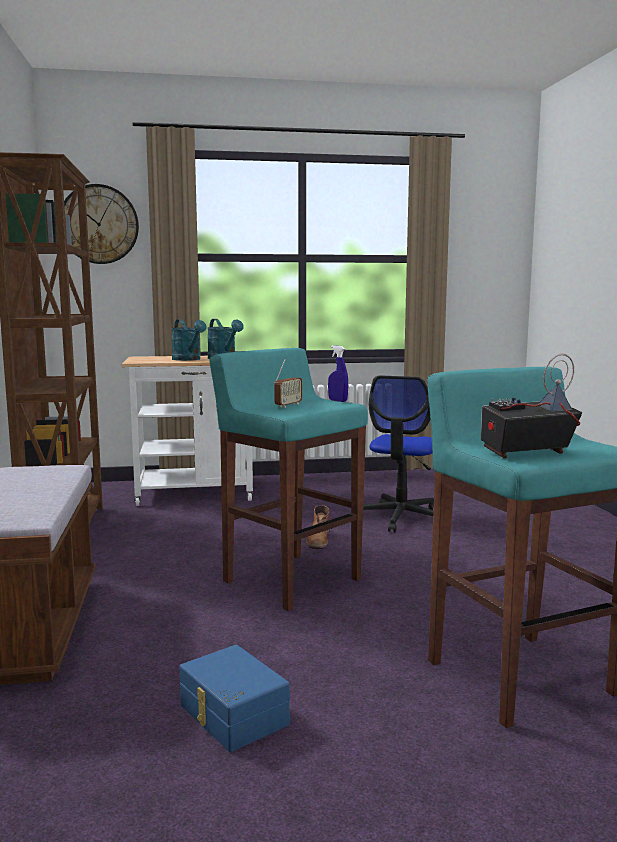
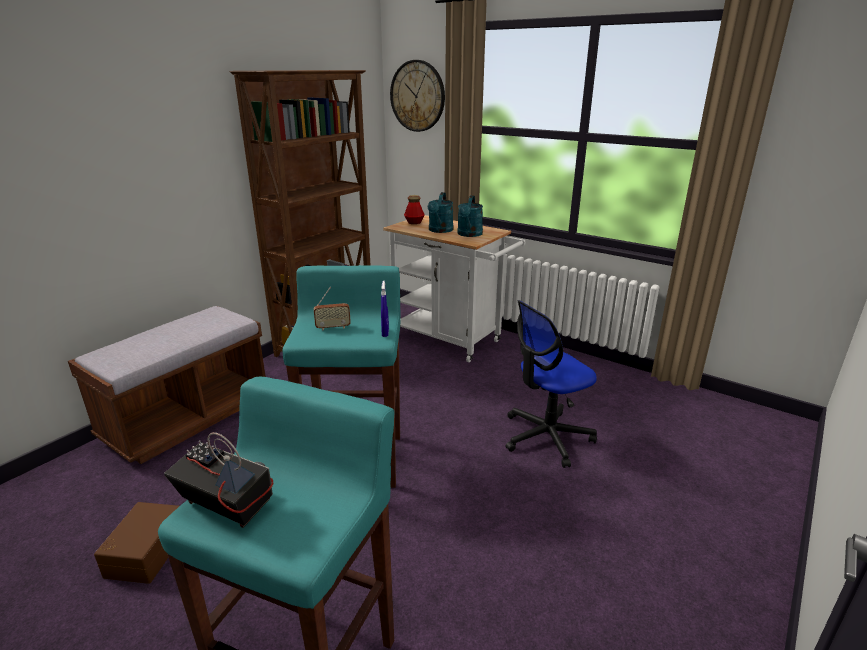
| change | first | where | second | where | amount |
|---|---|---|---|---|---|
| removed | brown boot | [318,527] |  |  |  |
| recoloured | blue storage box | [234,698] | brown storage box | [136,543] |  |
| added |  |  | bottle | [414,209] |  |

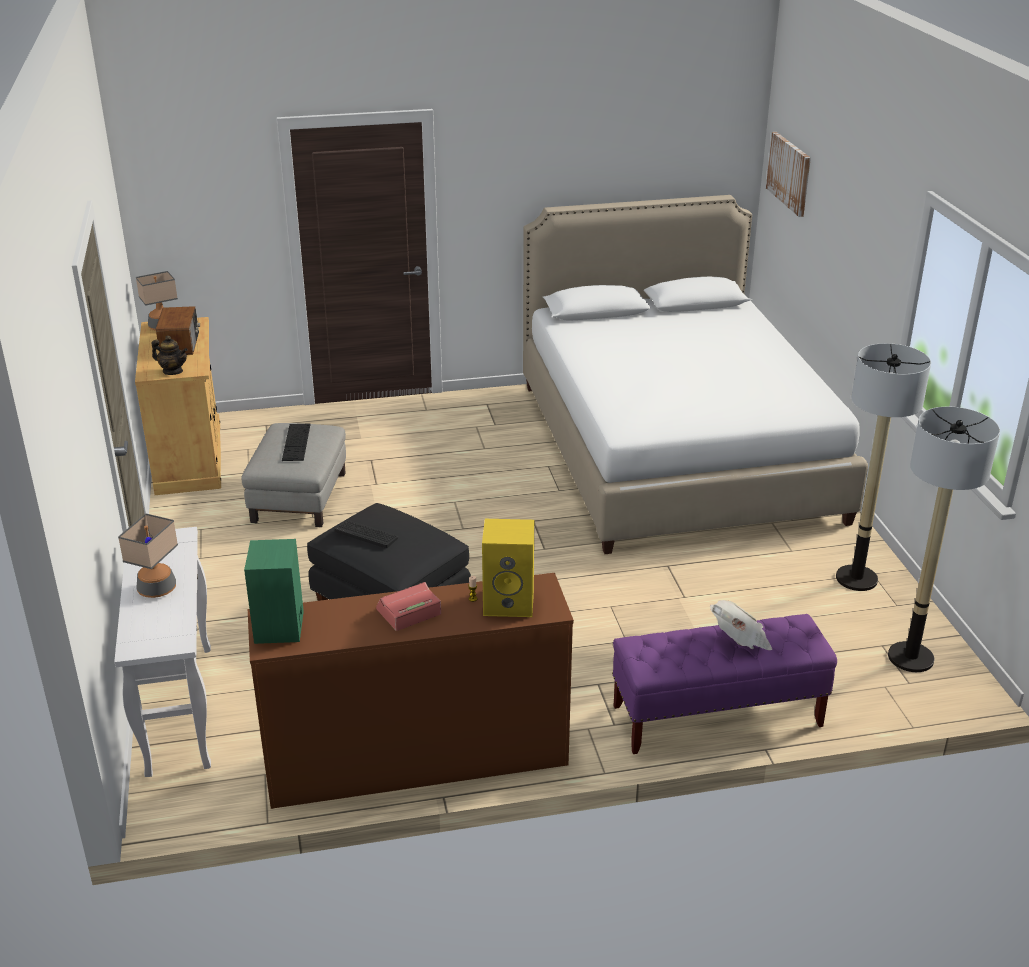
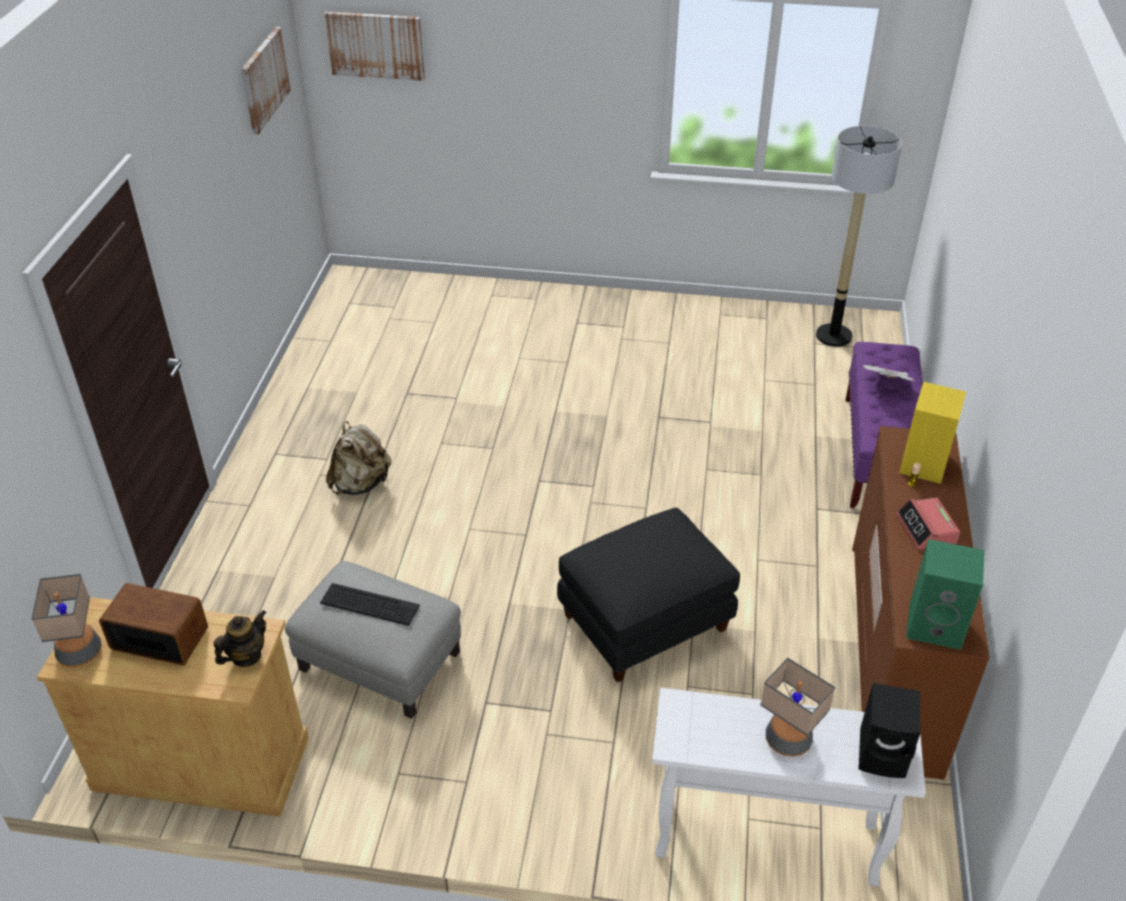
| change | first | where | second | where | amount |
|---|---|---|---|---|---|
| removed | white bed | [695,374] |  |  |  |
| removed | floor lamp | [883,467] |  |  |  |
| removed | keyboard | [366,534] |  |  |  |
| added |  |  | picture | [266,80] |  |
| added |  |  | beige backpack | [358,458] |  |
| added |  |  | black speaker | [889,730] |  |

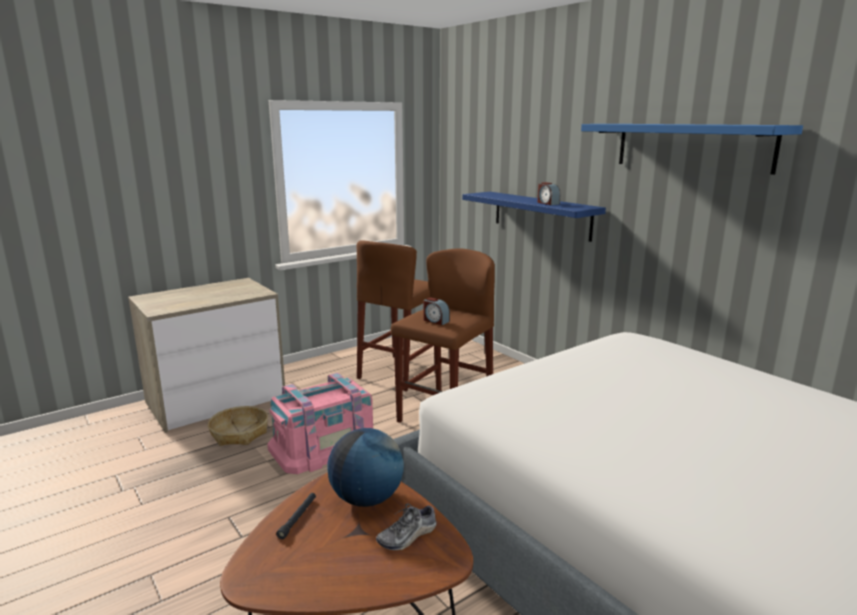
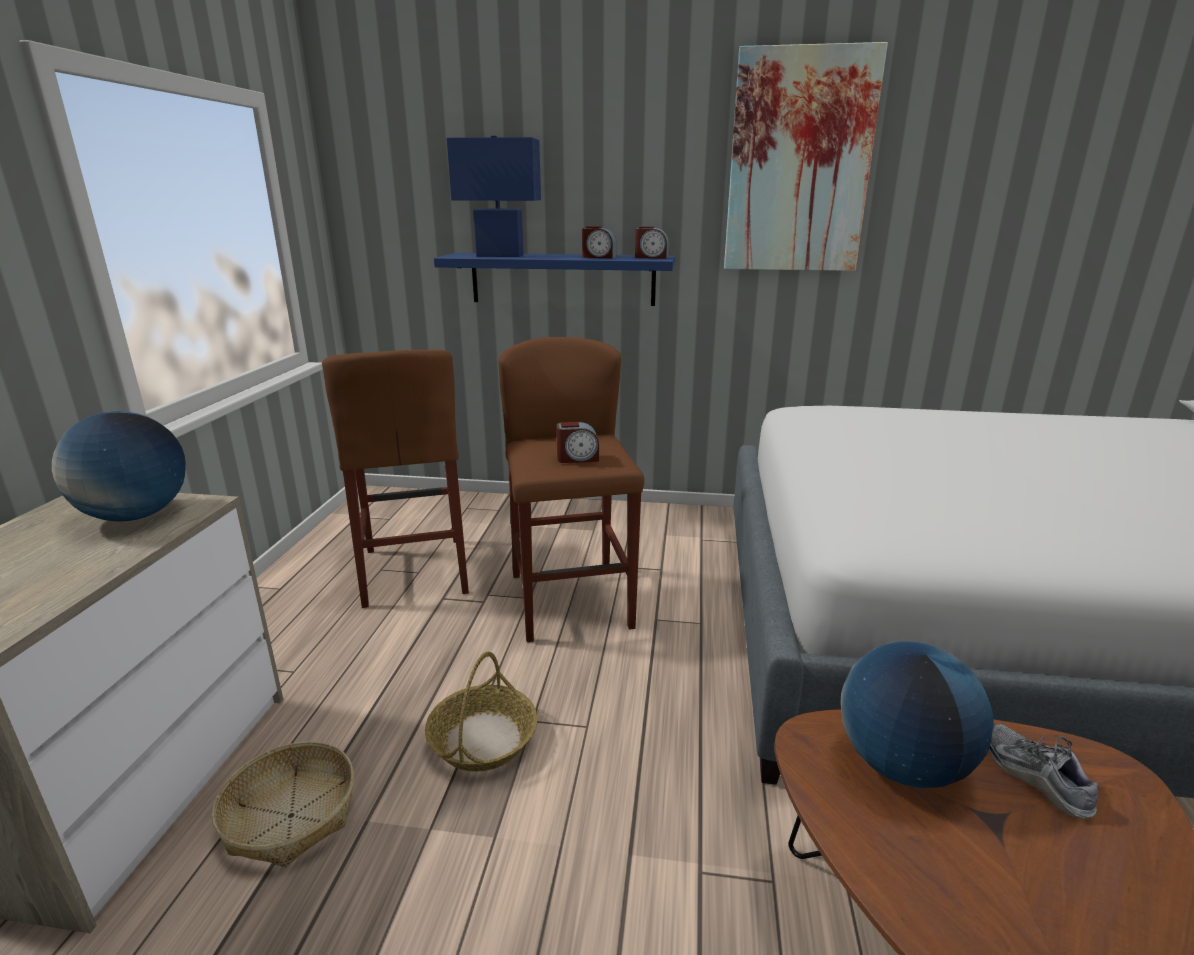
| change | first | where | second | where | amount |
|---|---|---|---|---|---|
| replaced | blue shelf | [692,149] | picture | [806,156] |  |
| replaced | pink storage box | [320,423] | basket | [481,711] |  |
| removed | black flashlight | [296,516] |  |  |  |
| turned | shoe | [406,526] |  | [1045,771] | 150 degrees clockwise |
| added |  |  | blue table lamp | [494,196] |  |
| added |  |  | alarm clock | [652,242] |  |
| added |  |  | globe | [119,466] |  |

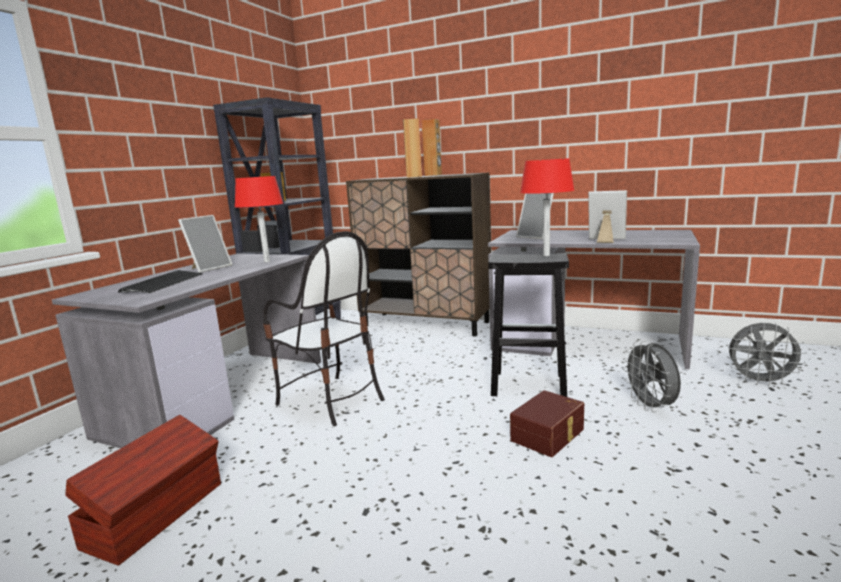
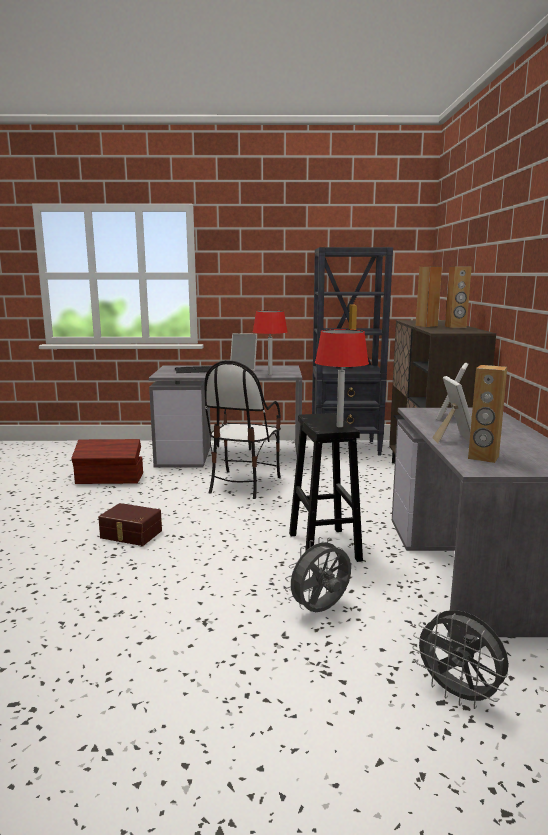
| change | first | where | second | where | amount |
|---|---|---|---|---|---|
| turned | grey fan | [767,354] |  | [460,659] | 45 degrees counterclockwise |
| moved | brown storage box | [547,423] |  | [130,524] |  |
| added |  |  | brown speaker | [487,414] |  |

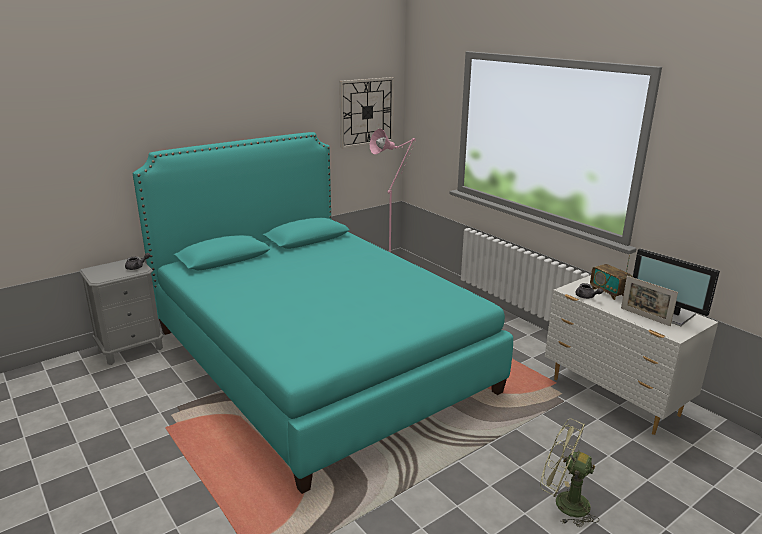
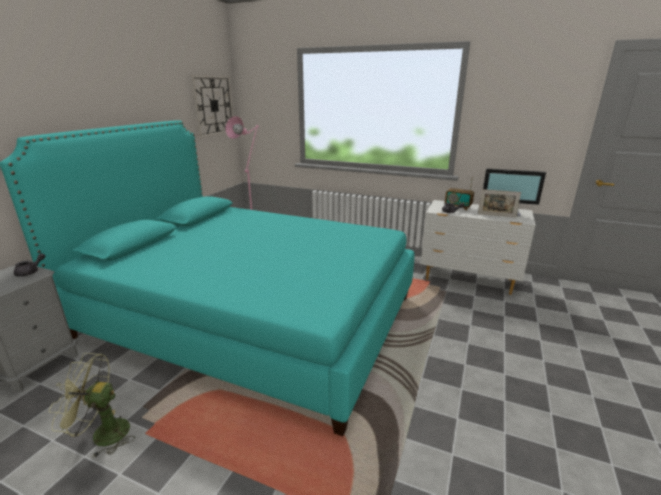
| change | first | where | second | where | amount |
|---|---|---|---|---|---|
| moved | green fan | [569,473] |  | [92,406] |  |

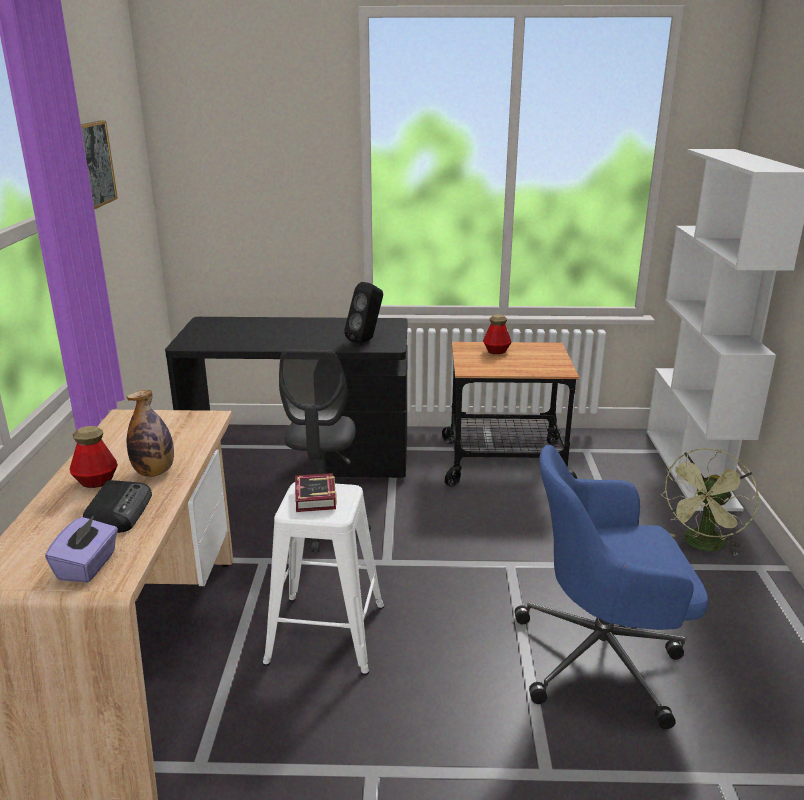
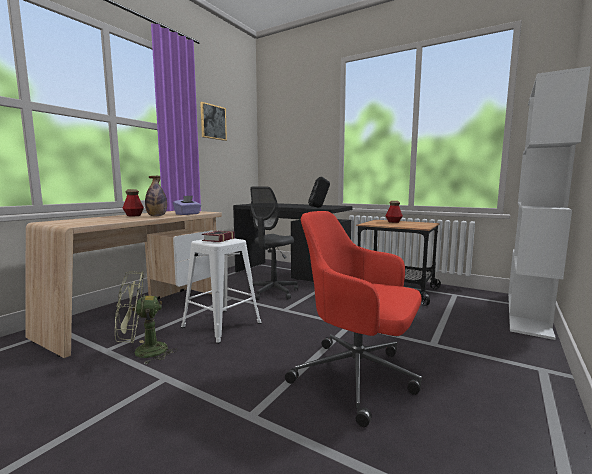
| change | first | where | second | where | amount |
|---|---|---|---|---|---|
| recoloured | blue office chair | [611,587] | red office chair | [353,319] |  |
| moved | green fan | [709,502] |  | [146,318] |  |
| removed | radio | [117,506] |  |  |  |
| moved | purple tissue box | [81,549] |  | [187,205] |  |

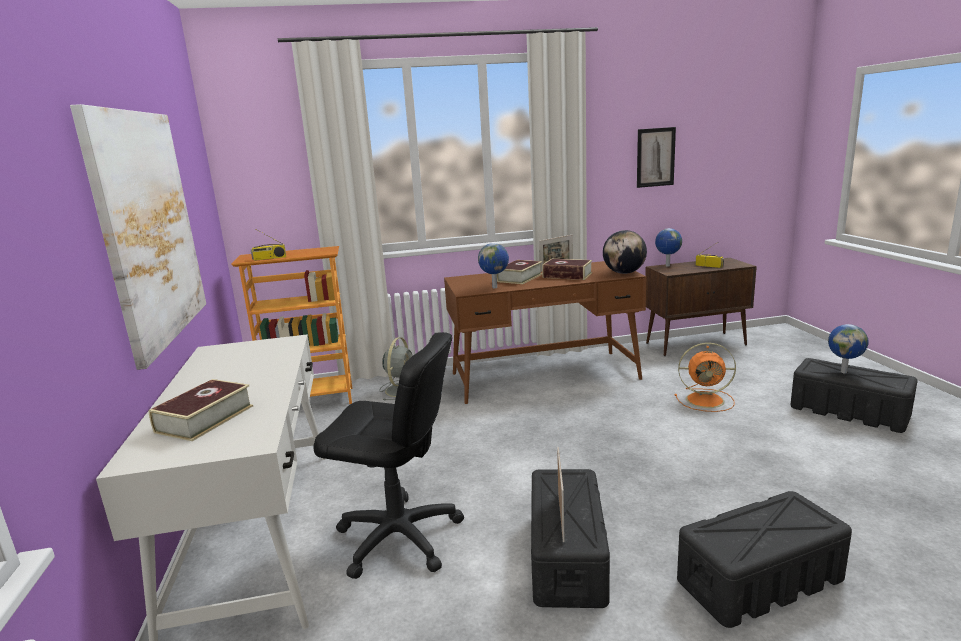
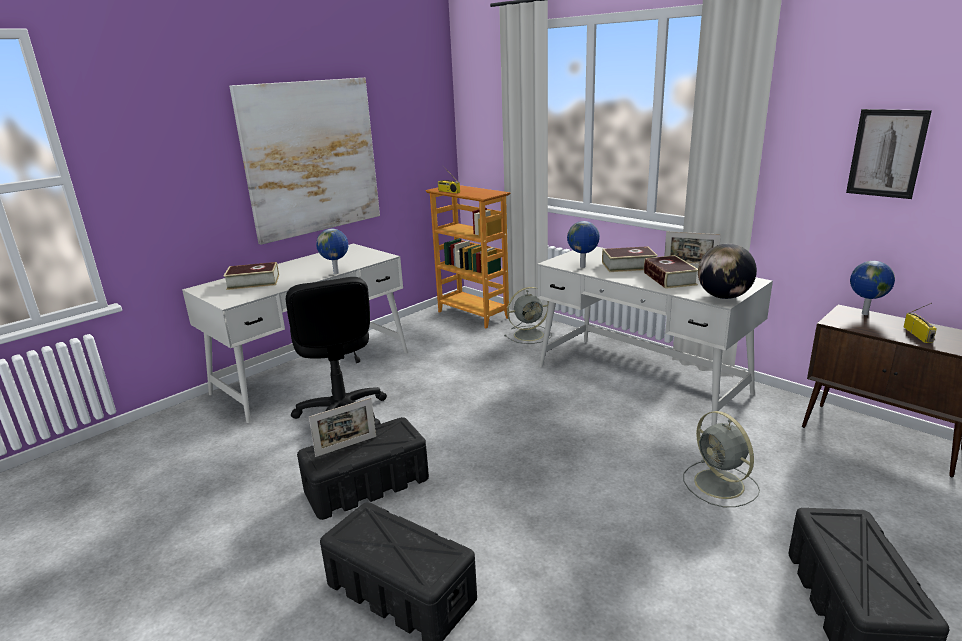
| change | first | where | second | where | amount |
|---|---|---|---|---|---|
| recoloured | brown desk | [545,332] | white desk | [655,336] |  |
| moved | globe | [848,348] |  | [332,251] |  |
| recoloured | orange fan | [705,377] | grey fan | [721,459] |  |

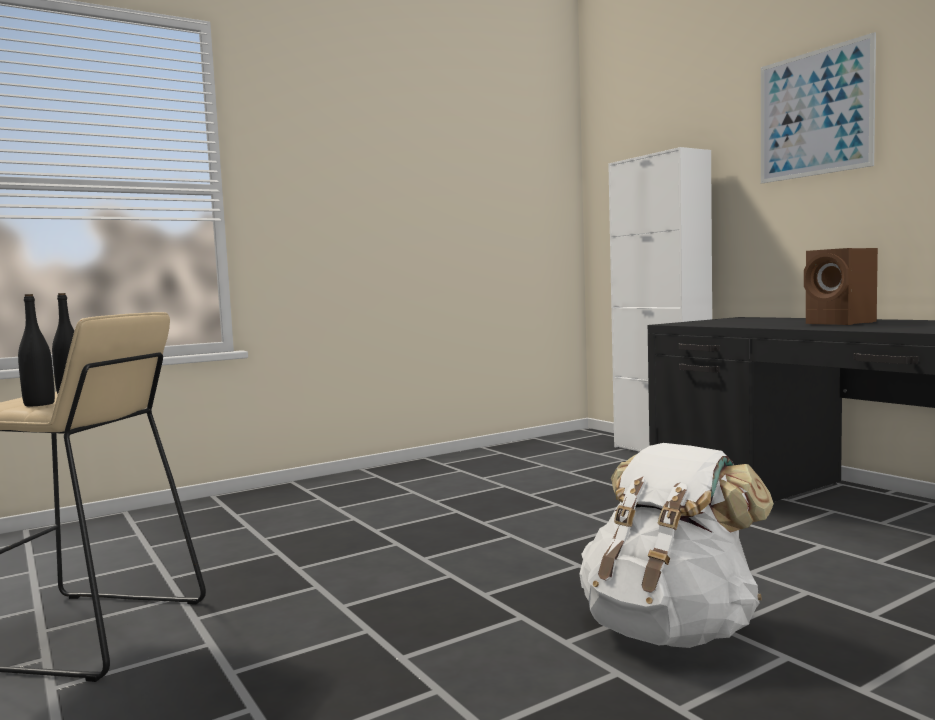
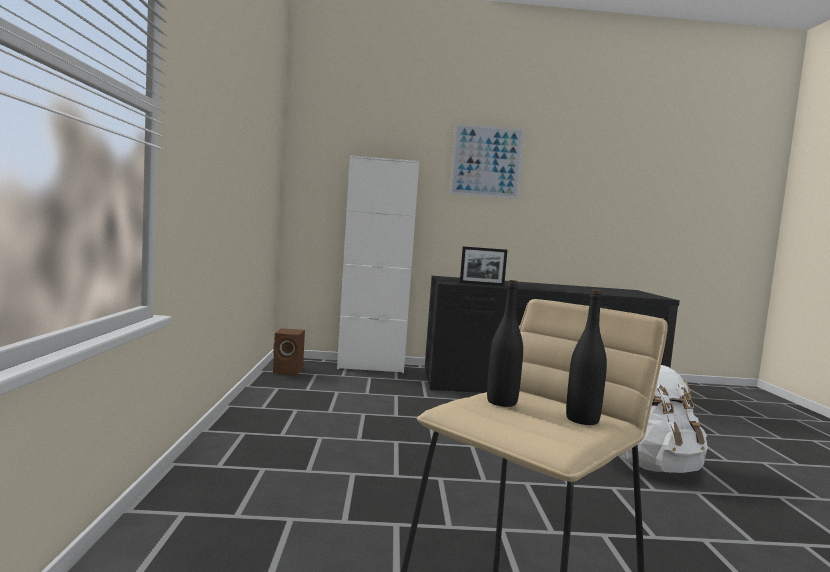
| change | first | where | second | where | amount |
|---|---|---|---|---|---|
| moved | brown speaker | [841,286] |  | [289,351] |  |
| added |  |  | picture frame | [483,266] |  |

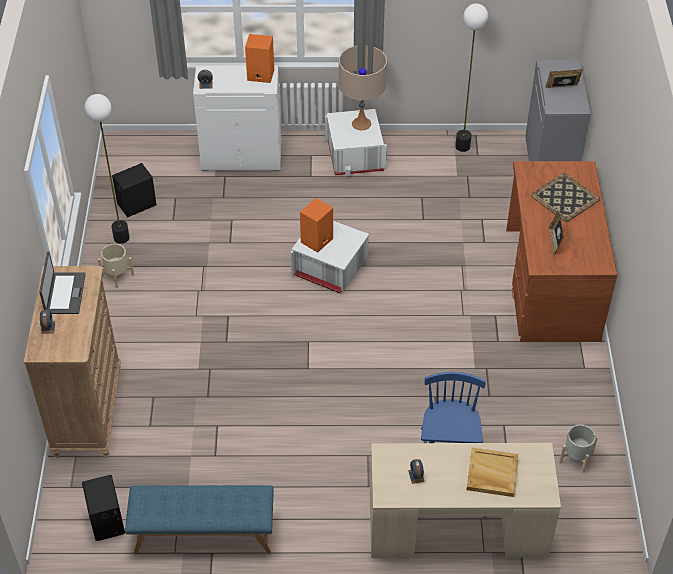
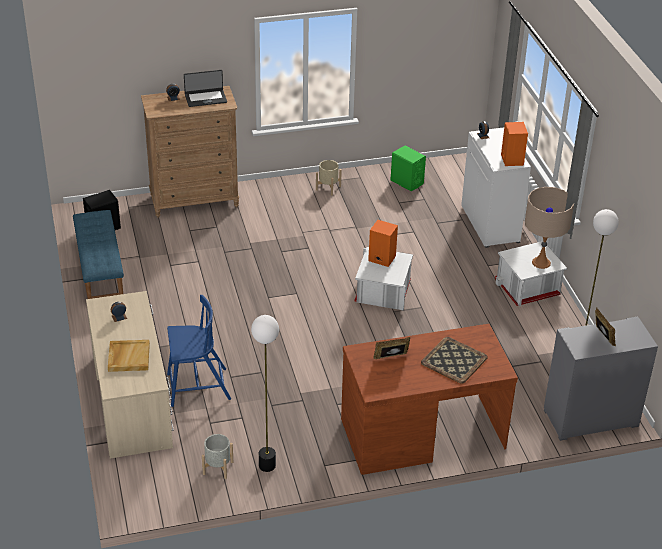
| change | first | where | second | where | amount |
|---|---|---|---|---|---|
| moved | floor lamp | [107,169] |  | [265,393] |  |
| recoloured | black speaker | [134,190] | green speaker | [408,168] |  |

